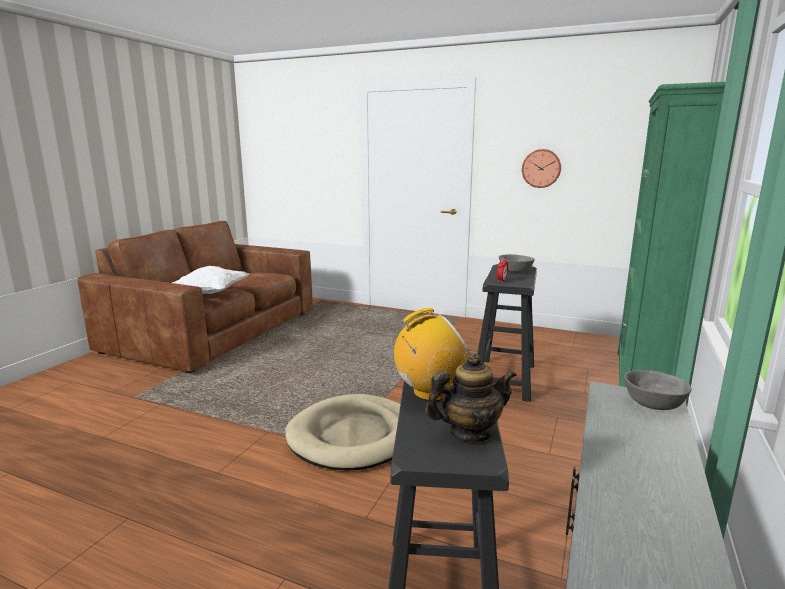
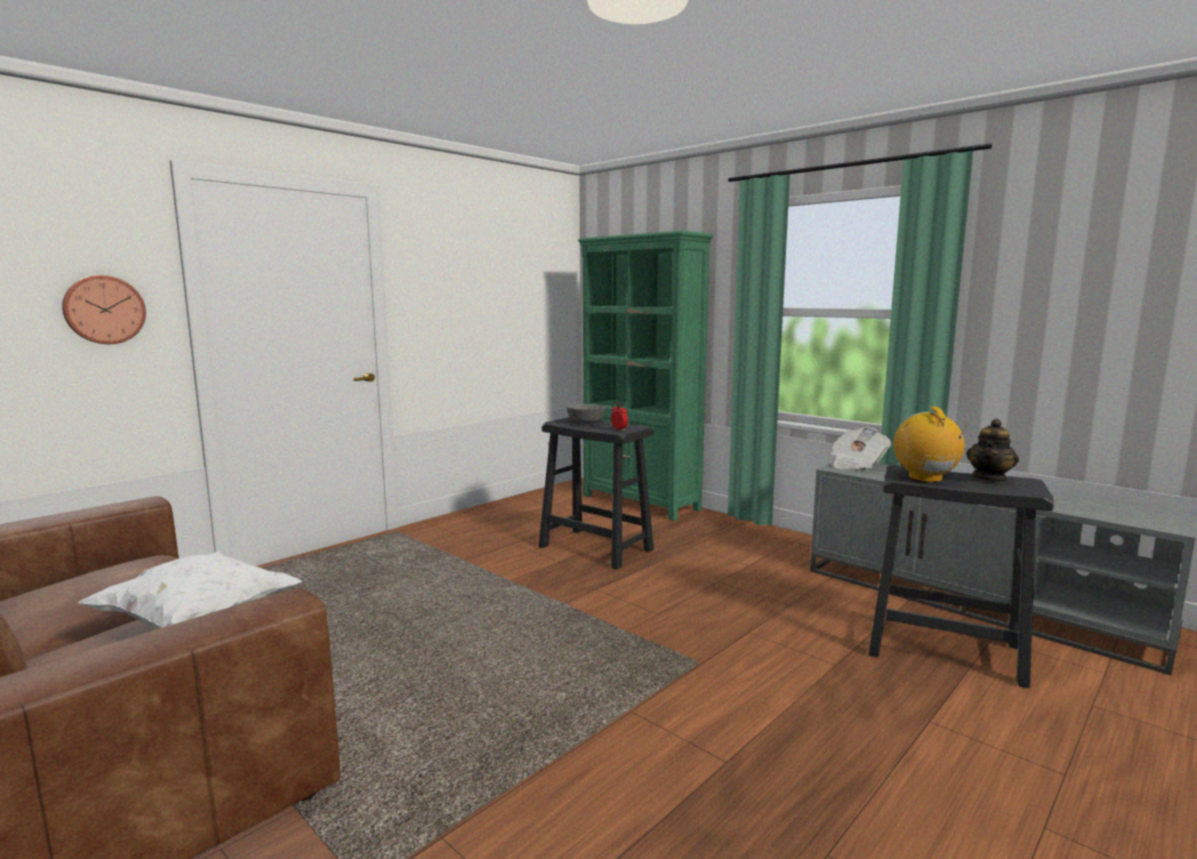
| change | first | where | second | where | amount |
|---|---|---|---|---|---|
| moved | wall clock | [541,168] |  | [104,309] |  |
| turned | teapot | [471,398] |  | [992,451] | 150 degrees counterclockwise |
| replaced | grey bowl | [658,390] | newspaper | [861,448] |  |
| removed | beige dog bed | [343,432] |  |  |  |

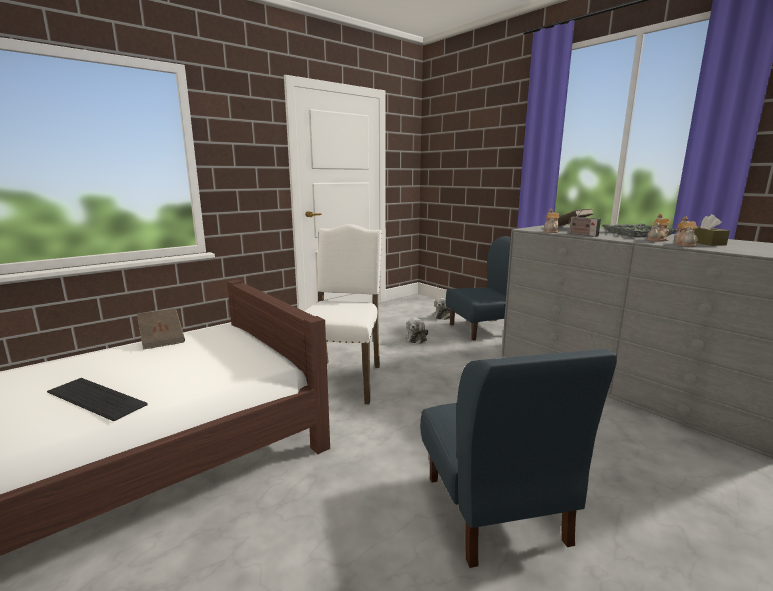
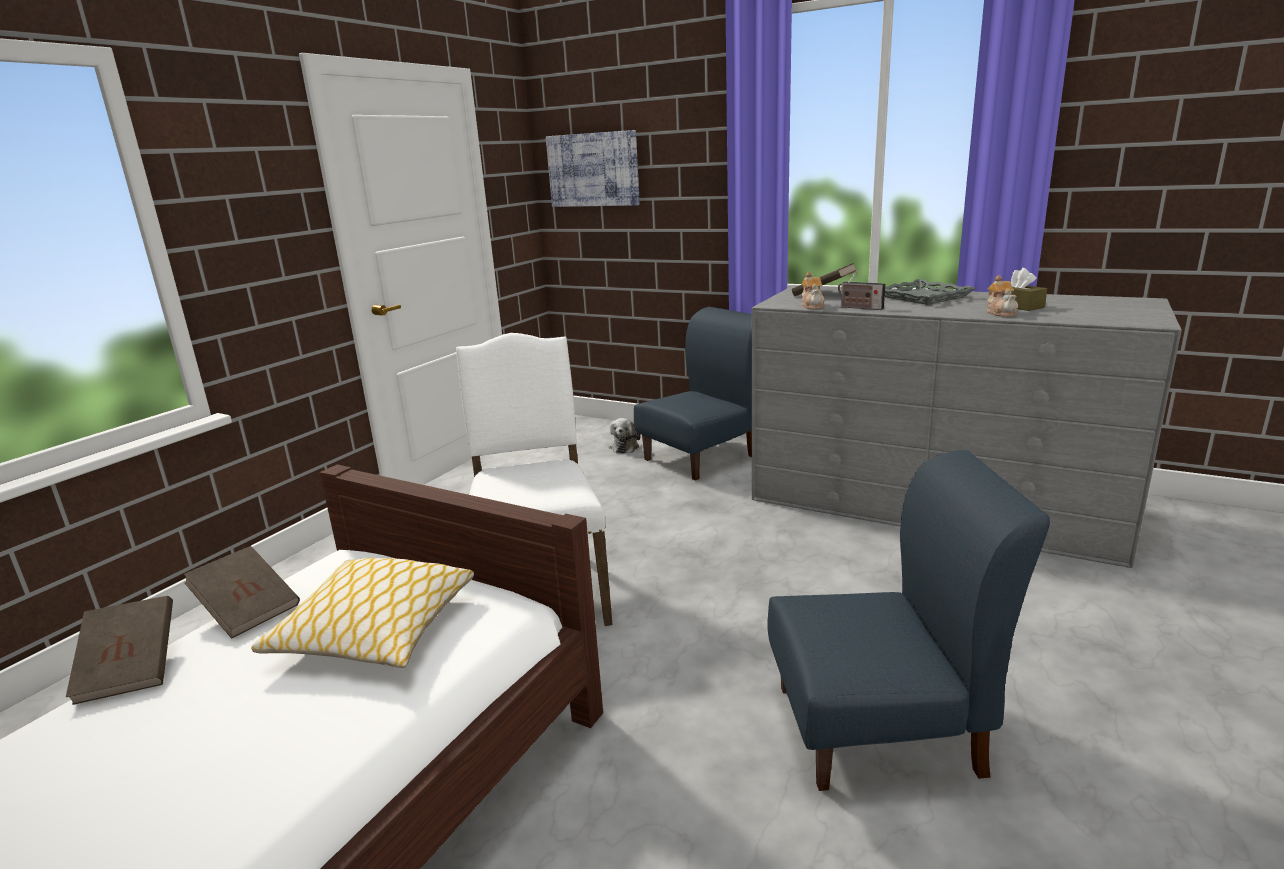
| change | first | where | second | where | amount |
|---|---|---|---|---|---|
| removed | teapot | [658,228] |  |  |  |
| removed | plush toy | [417,331] |  |  |  |
| turned | blue chair | [518,458] |  | [908,620] | 60 degrees counterclockwise |
| removed | keyboard | [97,399] |  |  |  |
| added |  |  | picture | [593,168] |  |
| added |  |  | pillow | [362,613] |  |
| added |  |  | brown book | [119,650] |  |

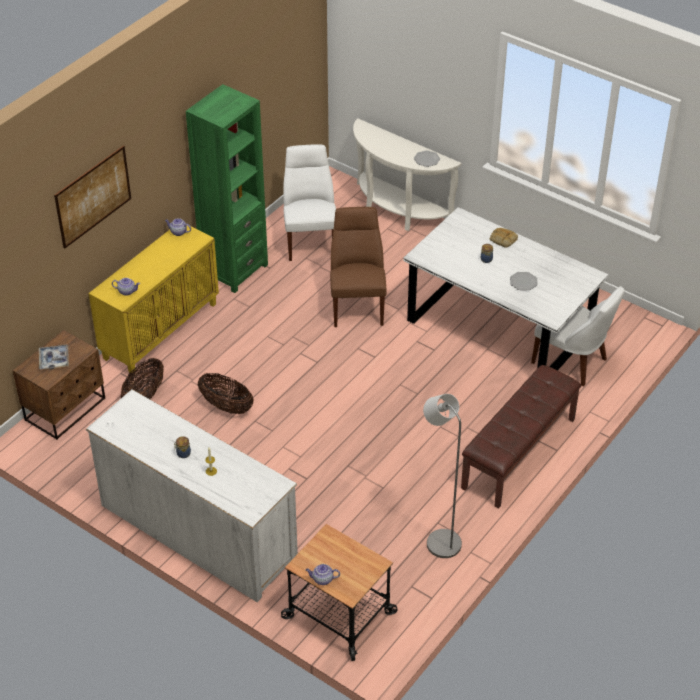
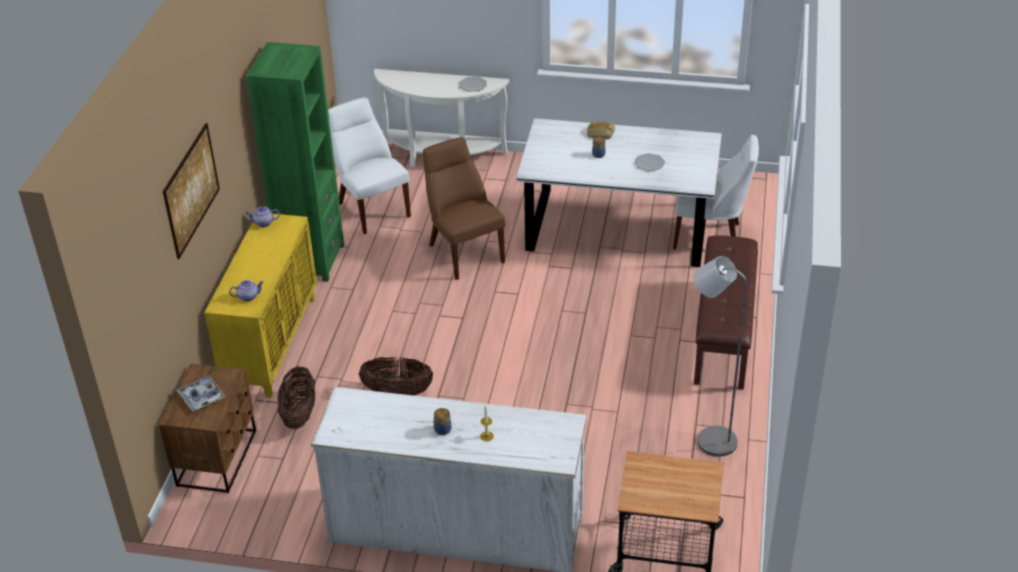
| change | first | where | second | where | amount |
|---|---|---|---|---|---|
| removed | teapot | [323,574] |  |  |  |

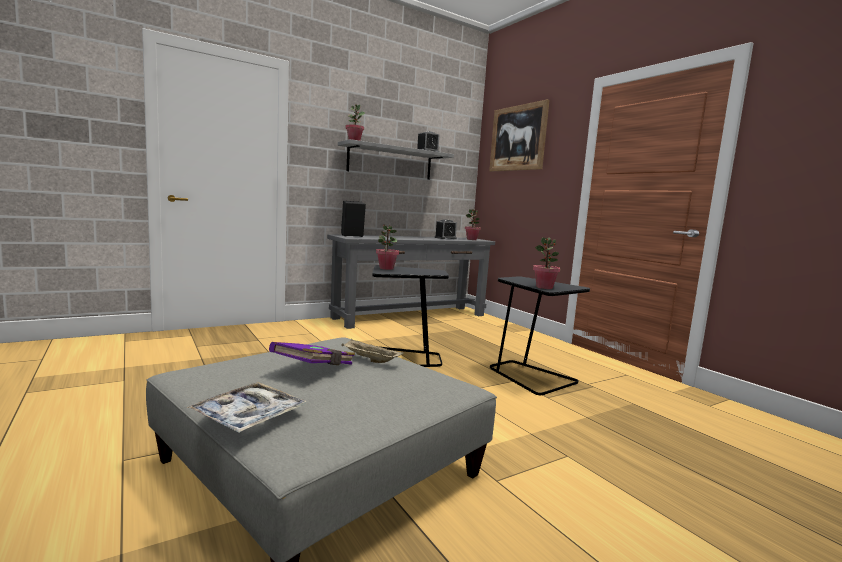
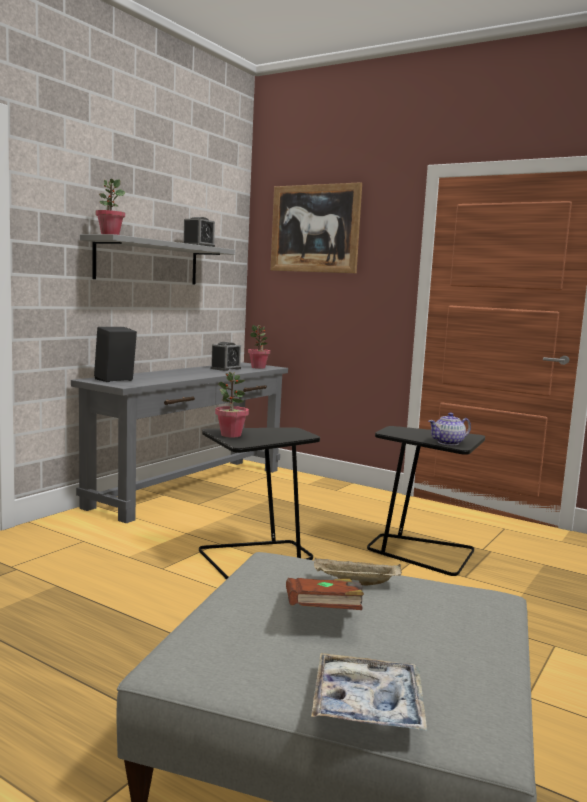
| change | first | where | second | where | amount |
|---|---|---|---|---|---|
| replaced | potted plant | [546,263] | teapot | [449,428] |  |
| recoloured | purple book | [312,353] | brown book | [325,594] |  |

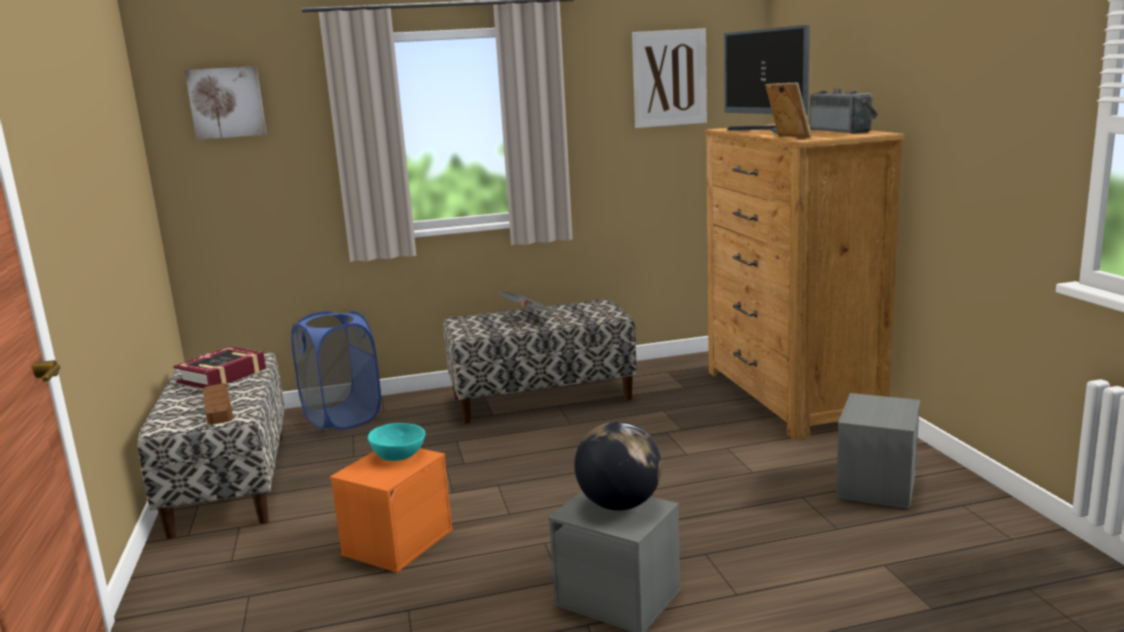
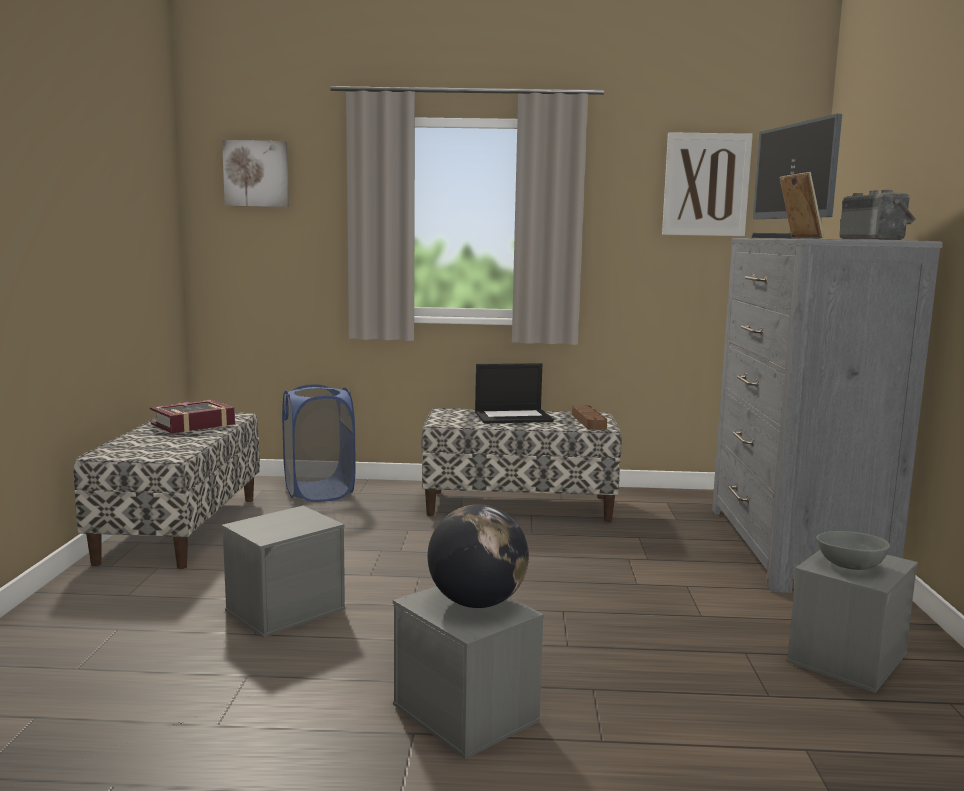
| change | first | where | second | where | amount |
|---|---|---|---|---|---|
| recoloured | brown dresser | [804,282] | grey dresser | [827,415] |  |
| replaced | newspaper | [524,301] | laptop | [514,393] |  |
| moved | brown tray | [218,404] |  | [589,417] |  |
| removed | turquoise bowl | [396,442] |  |  |  |
| recoloured | orange storage box | [391,510] | grey storage box | [283,572] |  |
| added |  |  | grey bowl | [853,550] |  |

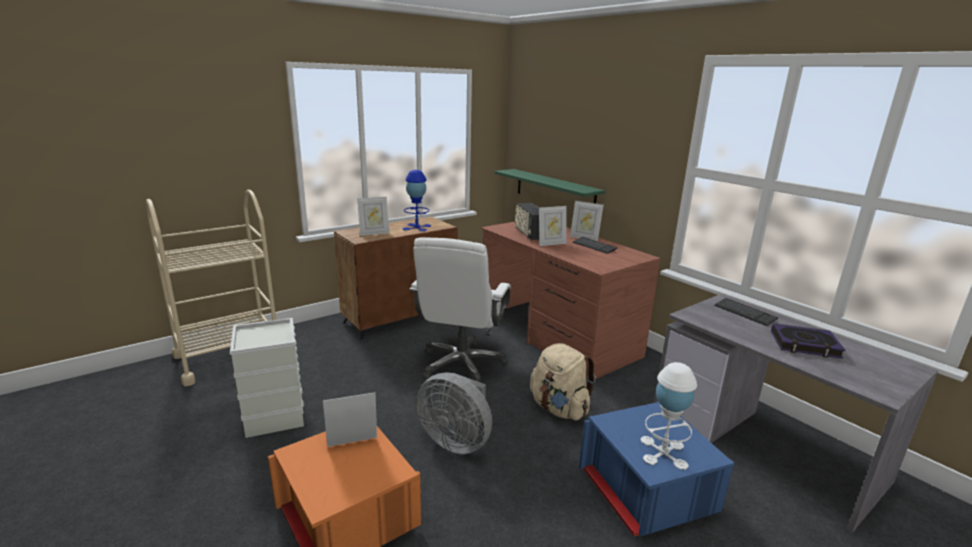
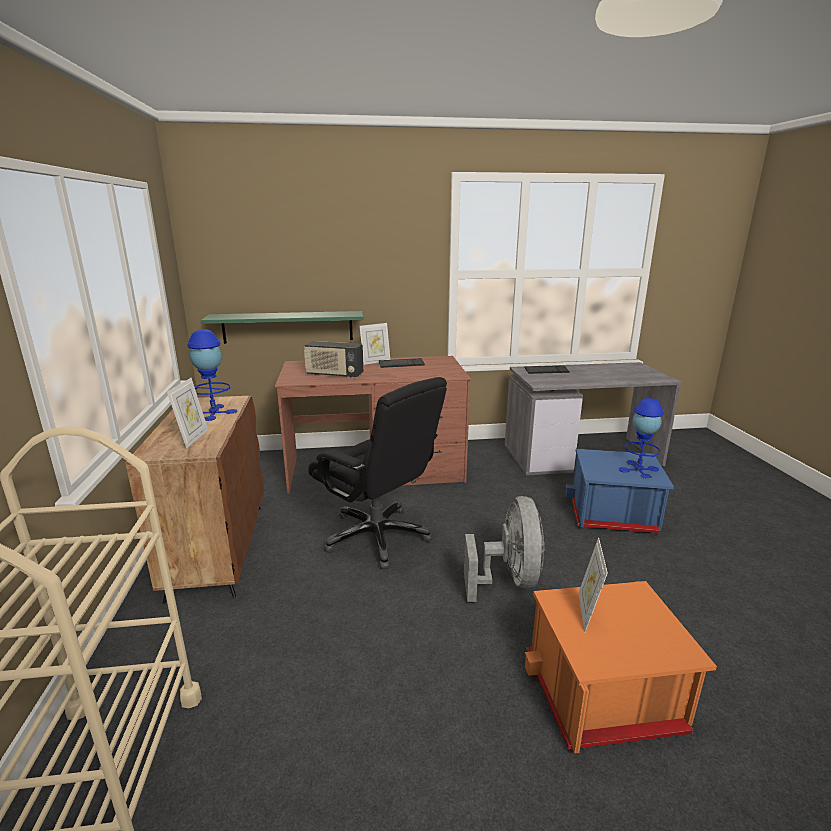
| change | first | where | second | where | amount |
|---|---|---|---|---|---|
| removed | picture frame | [553,226] |  |  |  |
| recoloured | white office chair | [460,310] | black office chair | [377,473] |  |
| removed | grey storage box | [267,378] |  |  |  |
| removed | book | [808,341] |  |  |  |
| removed | beige backpack | [563,382] |  |  |  |
| recoloured | white table lamp | [669,416] | blue table lamp | [641,438] |  |
| turned | grey fan | [454,413] |  | [504,549] | 60 degrees counterclockwise |

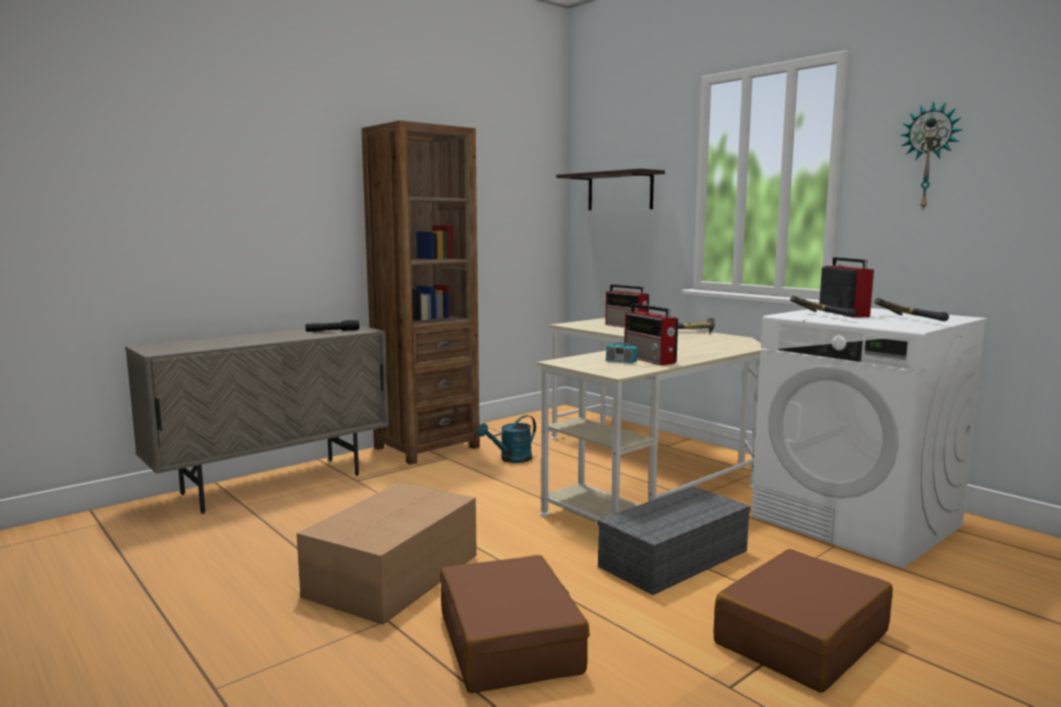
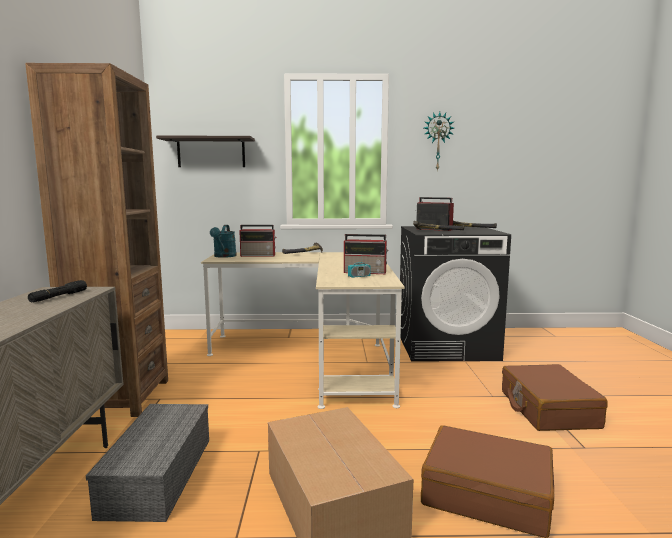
| change | first | where | second | where | amount |
|---|---|---|---|---|---|
| recoloured | white washing machine | [869,438] | black washing machine | [455,294] |  |
| moved | turquoise watering can | [506,439] |  | [223,241] |  |
| moved | grey storage box | [674,540] |  | [147,463] |  |

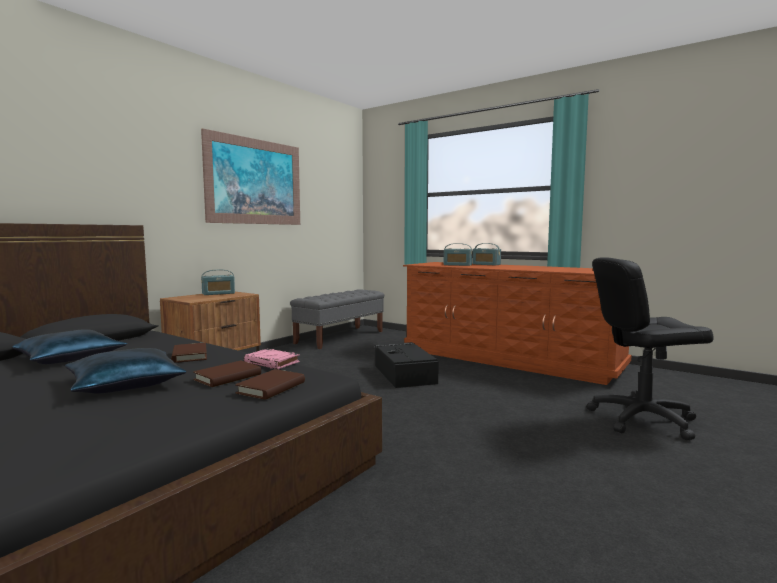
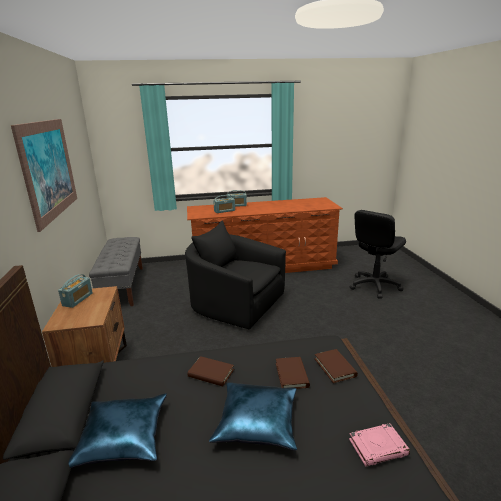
| change | first | where | second | where | amount |
|---|---|---|---|---|---|
| replaced | black storage box | [407,365] | black armchair | [235,275] |  |
| moved | pink book | [272,359] |  | [379,444] |  |

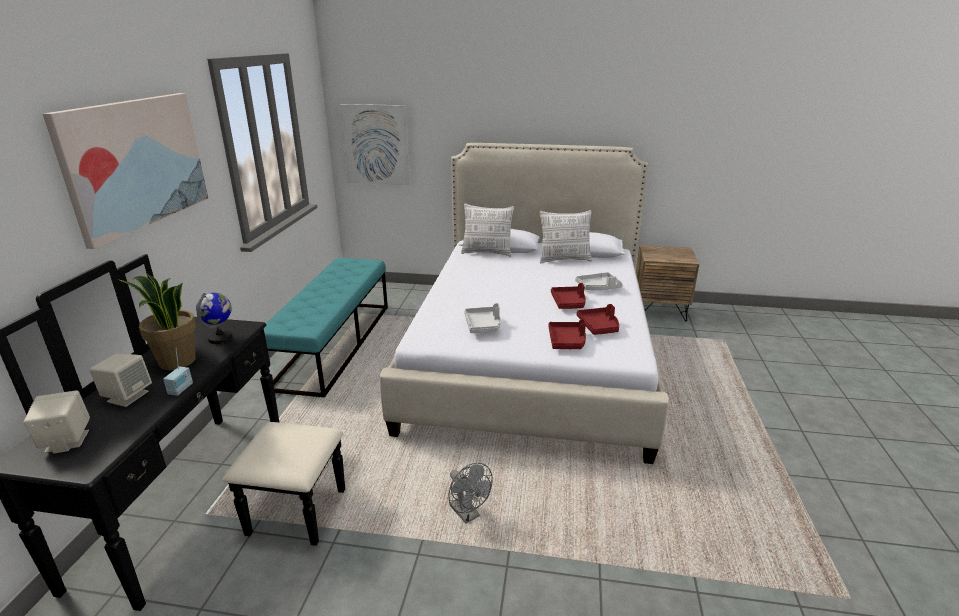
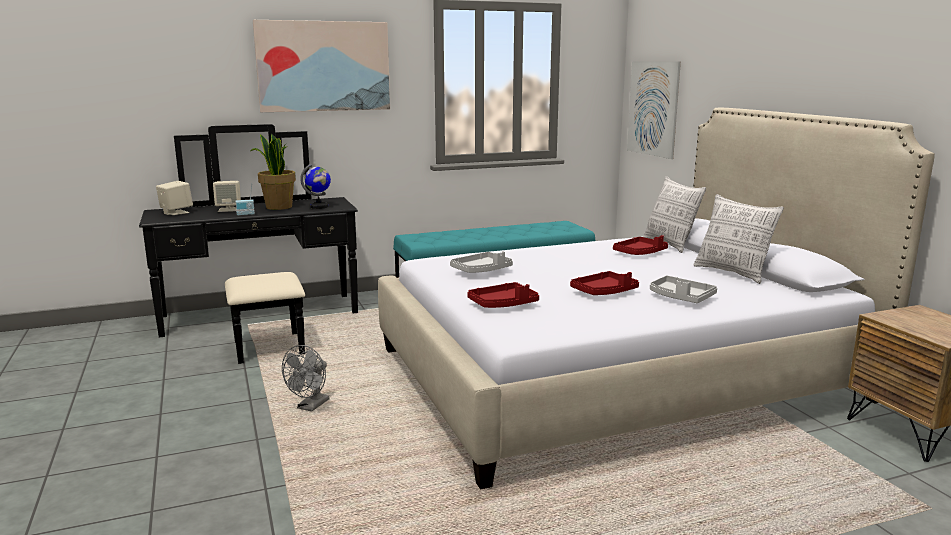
| change | first | where | second | where | amount |
|---|---|---|---|---|---|
| moved | red tray | [598,319] |  | [640,245] |  |

